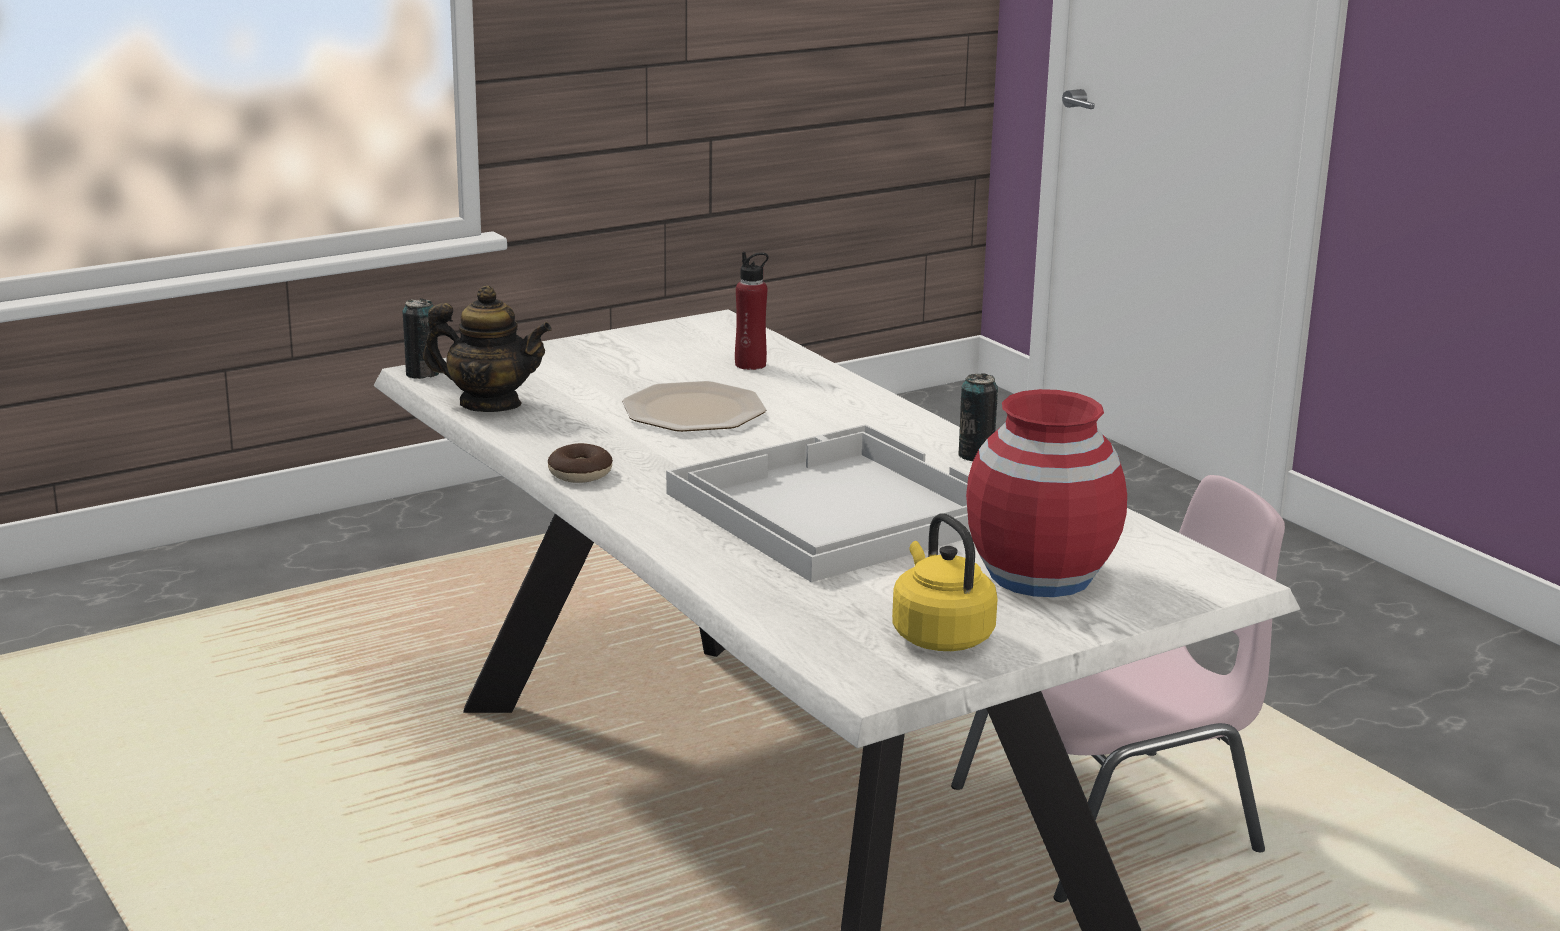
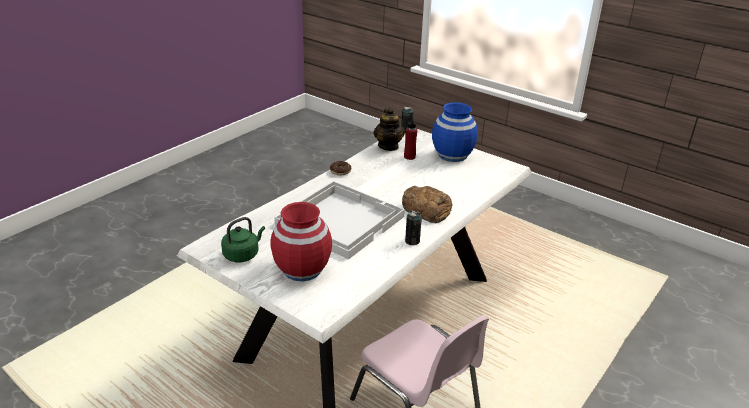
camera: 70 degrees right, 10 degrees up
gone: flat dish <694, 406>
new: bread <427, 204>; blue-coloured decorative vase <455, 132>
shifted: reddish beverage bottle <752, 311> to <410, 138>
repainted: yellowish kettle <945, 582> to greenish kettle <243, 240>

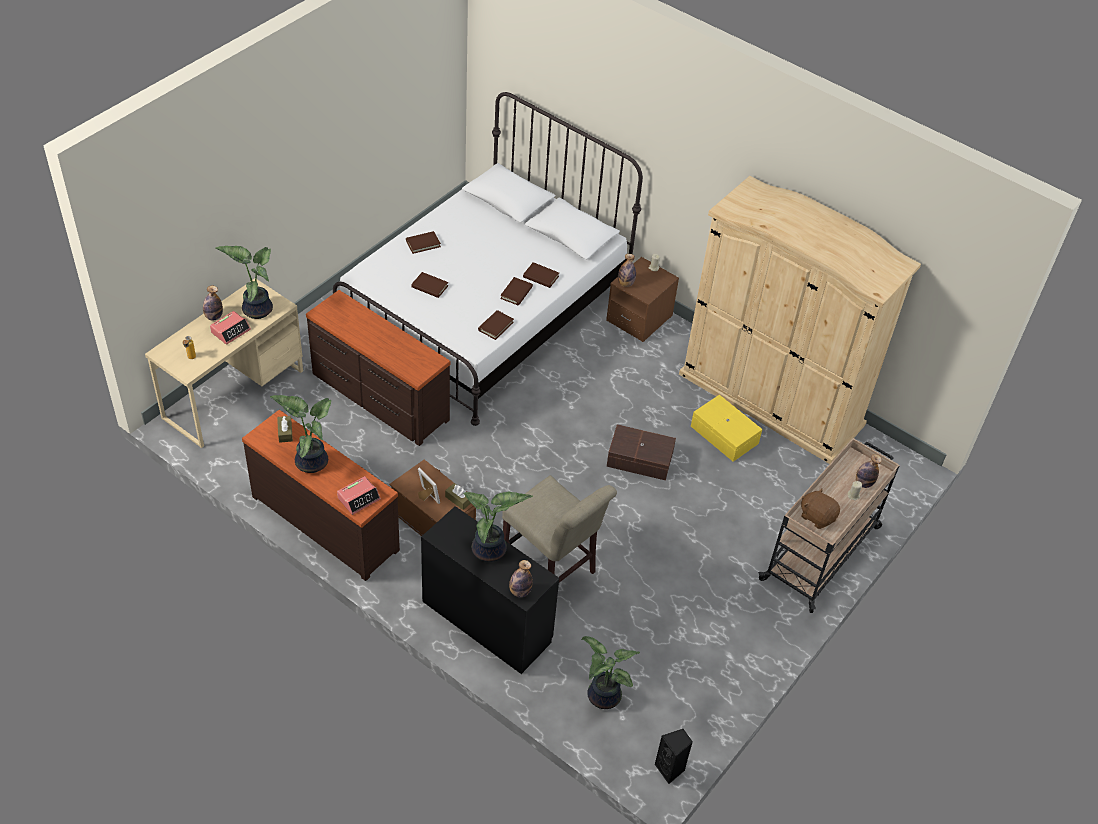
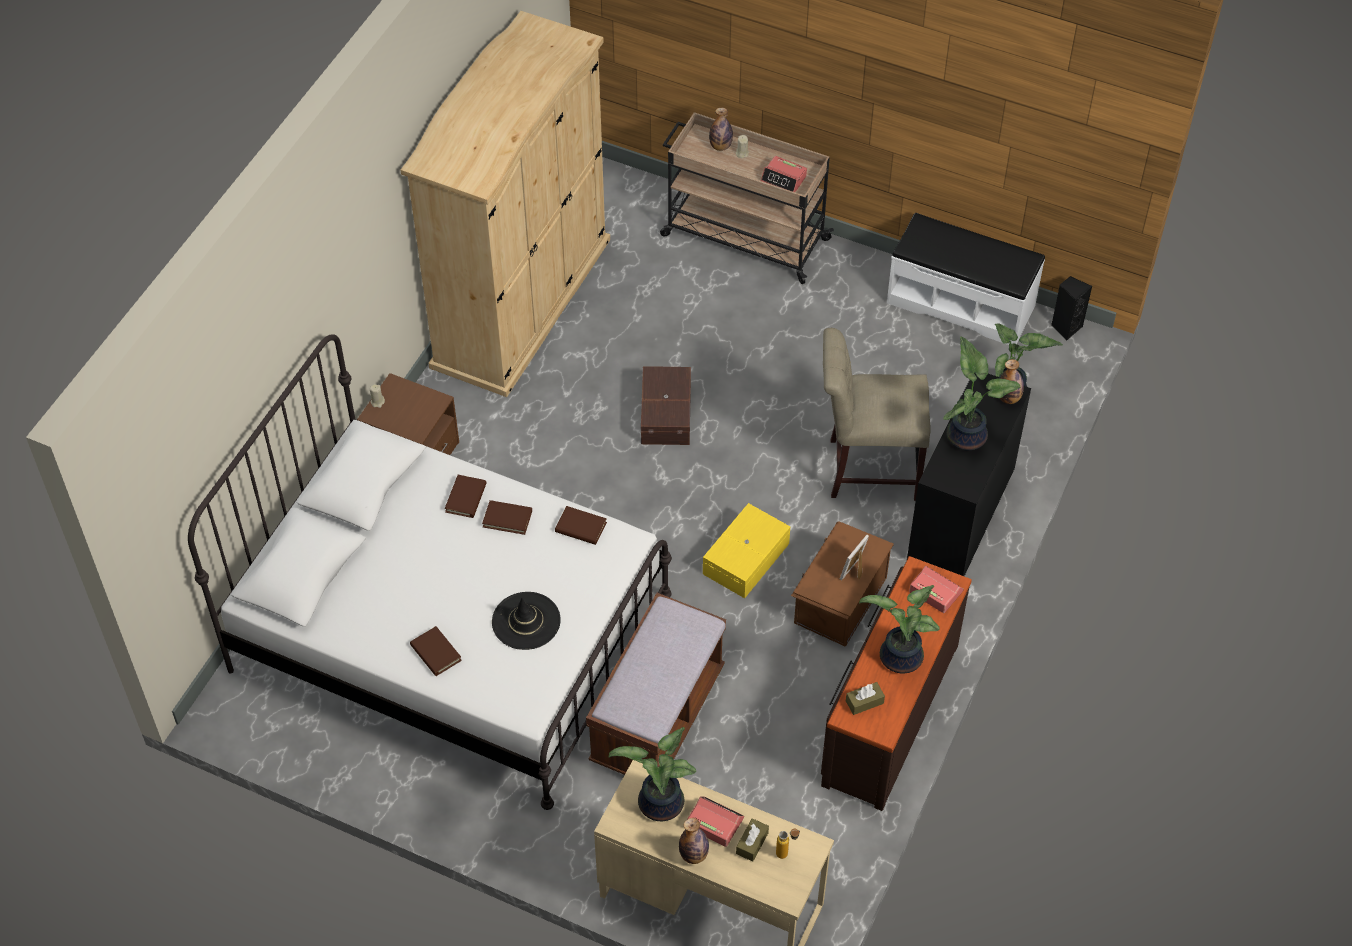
camera: 100 degrees left, 5 degrees up
gone: beverage bottle <627, 270>
new: white-coloured bench <966, 279>
shifted: yellowish storage box <726, 428> to <746, 550>; brown box of tissues <458, 496> to <752, 840>
swapped: brown volume <429, 285> to black-coloured hat <526, 621>; brown dresser <378, 368> to brown bench <656, 684>; brown soft toy <820, 509> to bedside clock <784, 174>
rotated: beige upright chair <559, 529> = <877, 414> 120 degrees counterclockwise

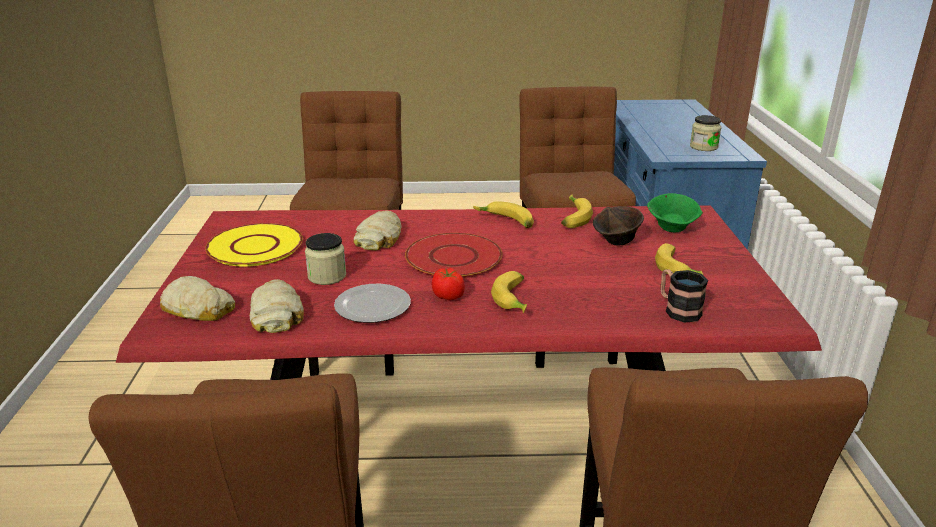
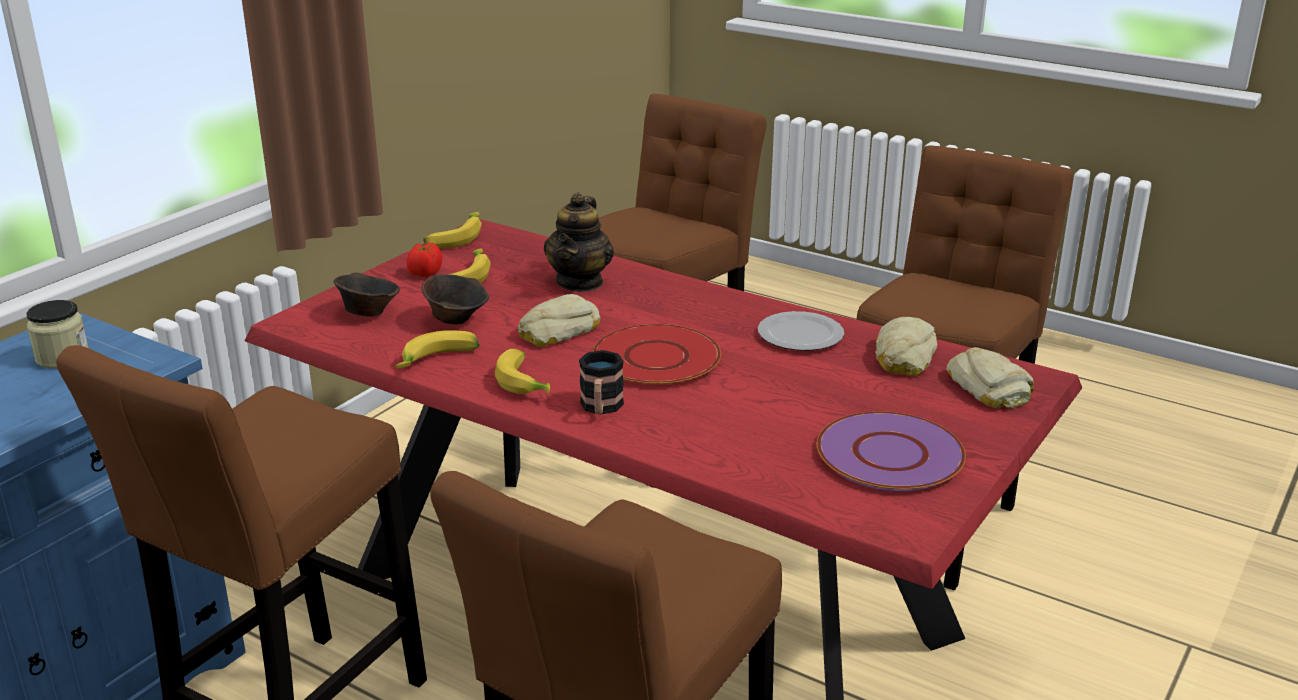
camera: 145 degrees left, 0 degrees up
gone: jar <325, 259>
new: pot for tea <579, 242>
shifted: fresh tomato <448, 284> to <424, 260>; banana <509, 292> to <452, 230>; bread <377, 230> to <559, 320>; tea mug <684, 296> to <601, 382>
repainted: greenish deep dish <675, 212> to brown deep dish <366, 294>; yellowish flat dish <254, 245> to purple flat dish <891, 451>

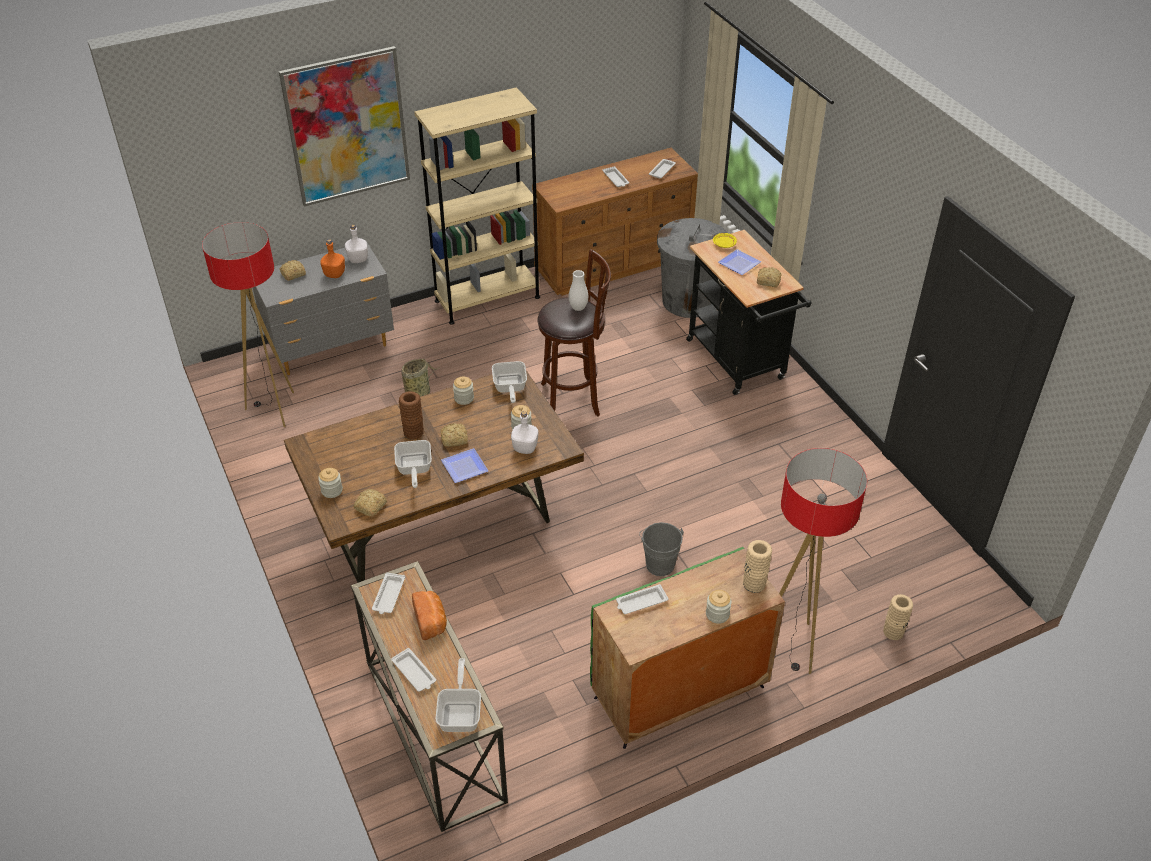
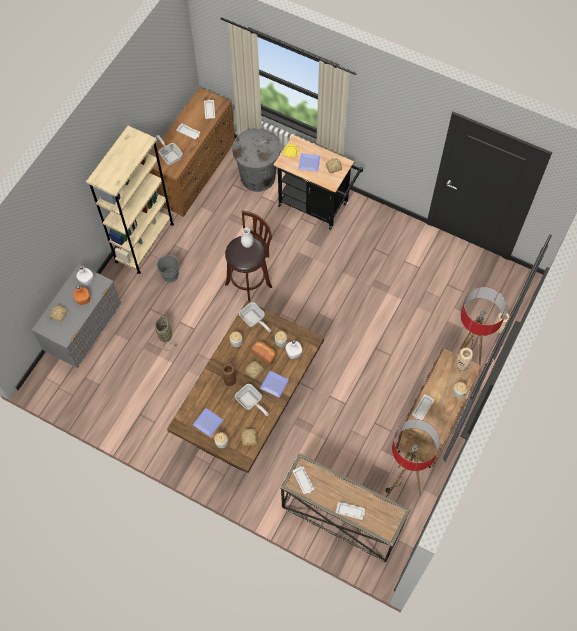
camera: 35 degrees left, 20 degrees up
gone: picture <344, 126>
new: flat dish <208, 422>
shifted: grey pail <661, 549> to <166, 268>; frying pan <458, 695> to <169, 150>; bread <429, 615> to <264, 353>; standard lamp <248, 324> to <412, 458>
repainted: greenish storage cabinet <687, 647> to brown storage cabinet <438, 408>

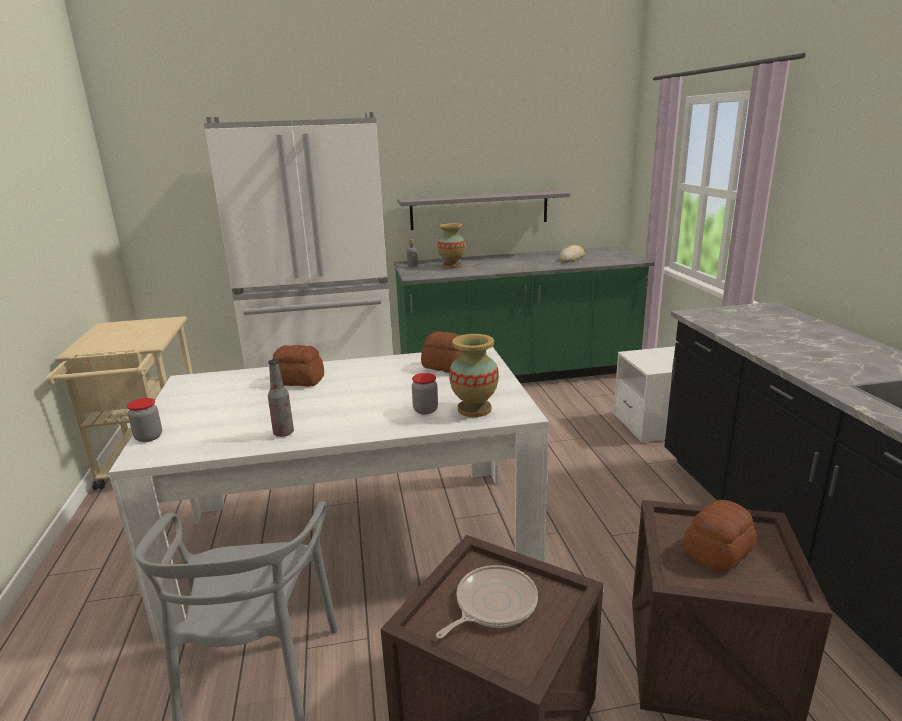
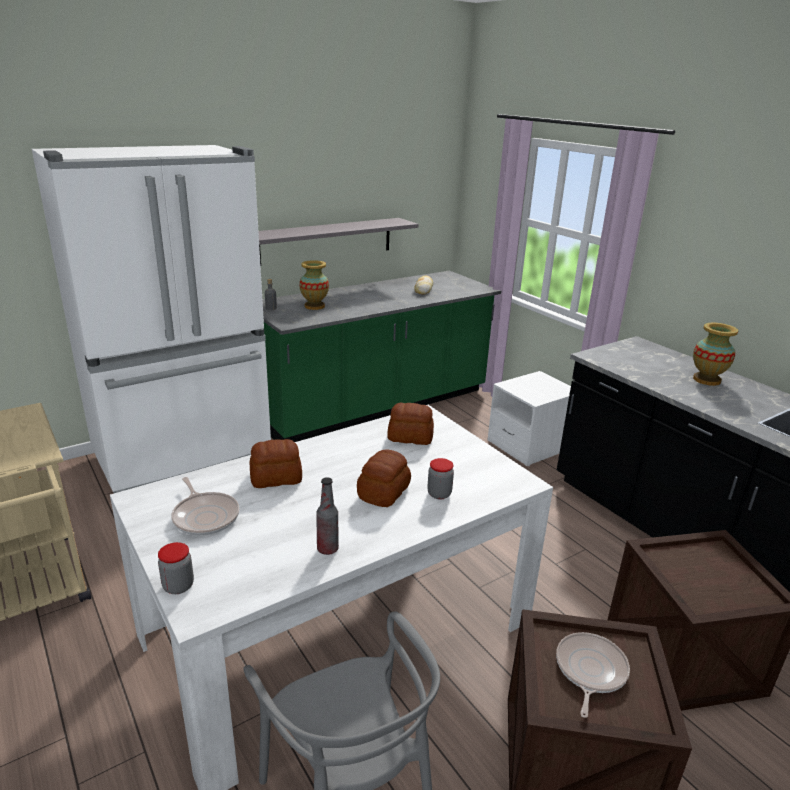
camera: 25 degrees left, 5 degrees up
new: frying pan <205, 506>
shifted: bread <720, 536> to <384, 478>; decorative vase <474, 375> to <715, 354>

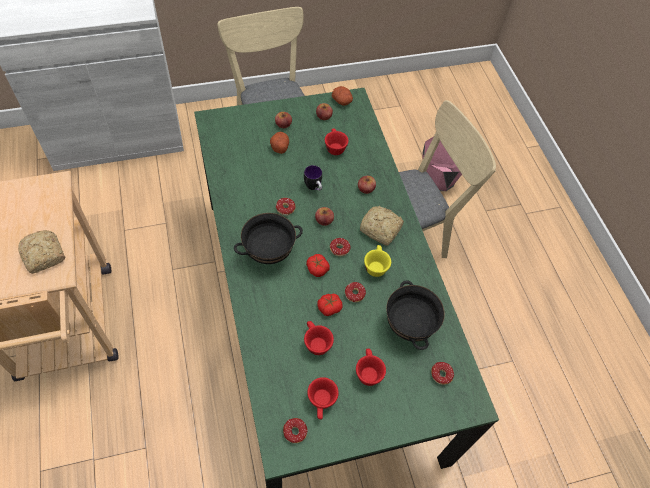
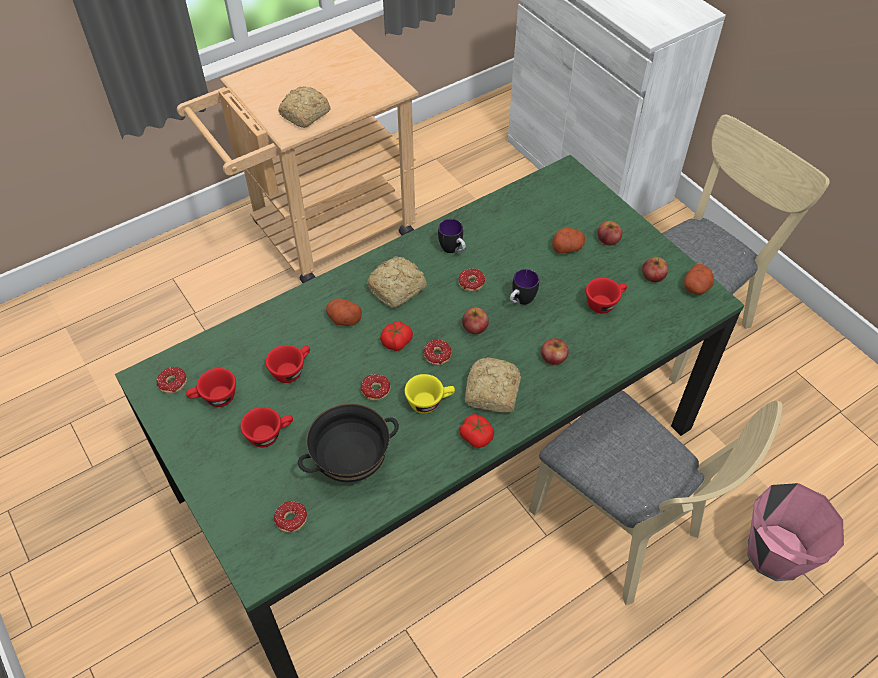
camera: 75 degrees right, 5 degrees down
new: spud <344, 312>; tea mug <452, 236>
shifted: fresh tomato <330, 305> to <476, 431>
swapped: black-coloured deep dish <268, 238> to bread <397, 282>

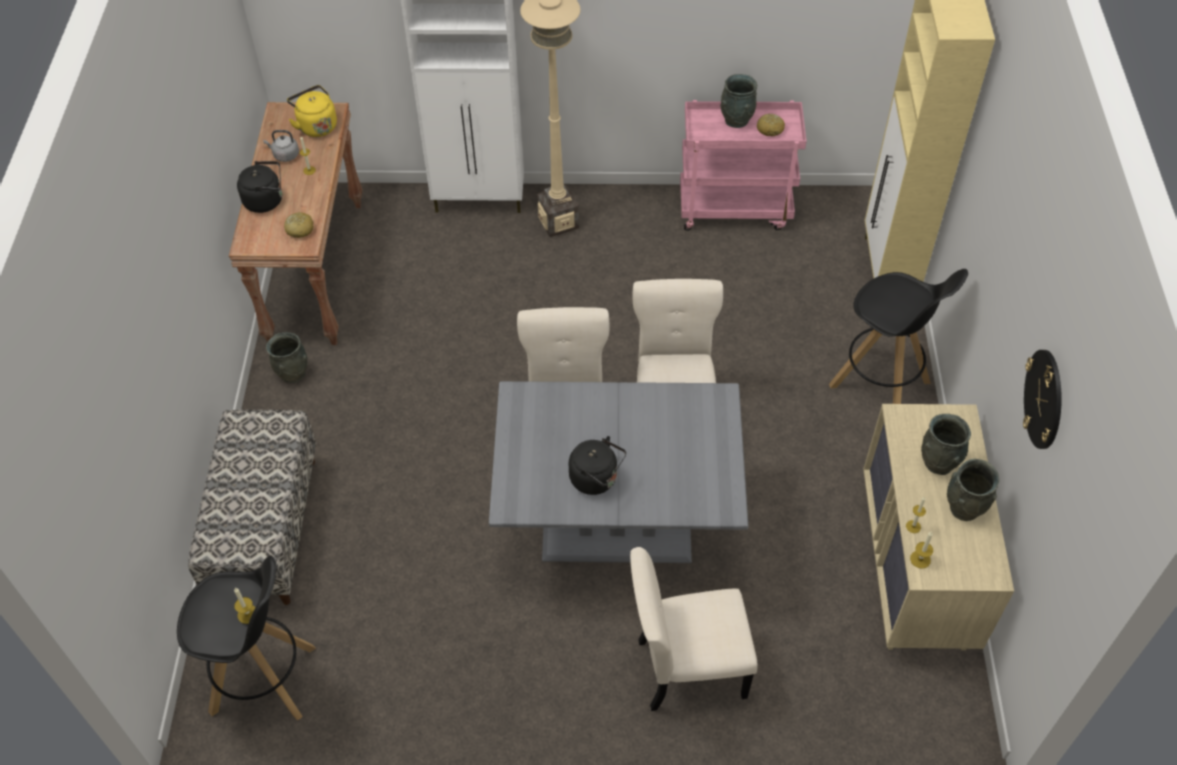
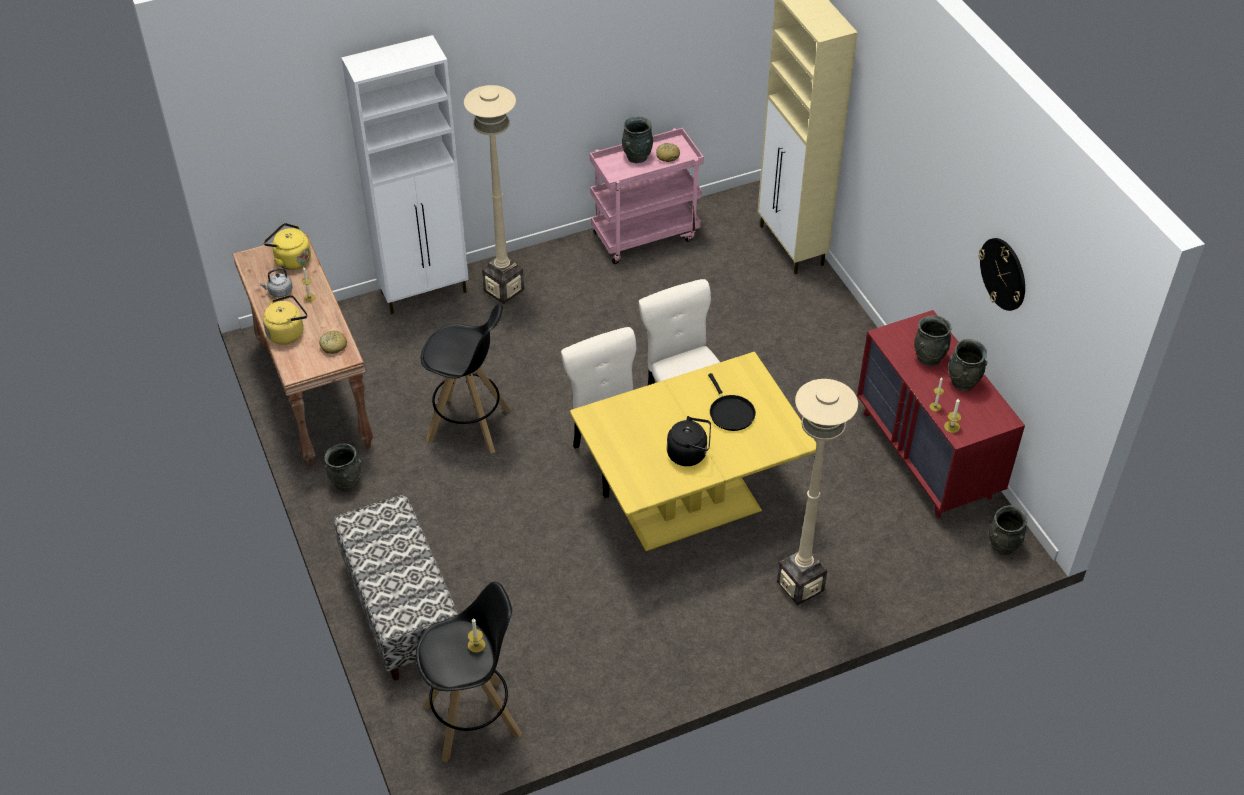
camera: 25 degrees left, 5 degrees down
new: black-coloured frying pan <732, 402>; grey decorative vase <1007, 530>
shifted: black-coloured stool seat <898, 336> to <466, 378>
swapped: beige upright chair <694, 629> to beige standard lamp <817, 492>
repainted: black-coloured kettle <259, 187> to yellowish kettle <285, 320>; grey dinner table <618, 472> to yellowish dinner table <693, 451>; beige dresser <938, 527> to reddish dresser <941, 414>

